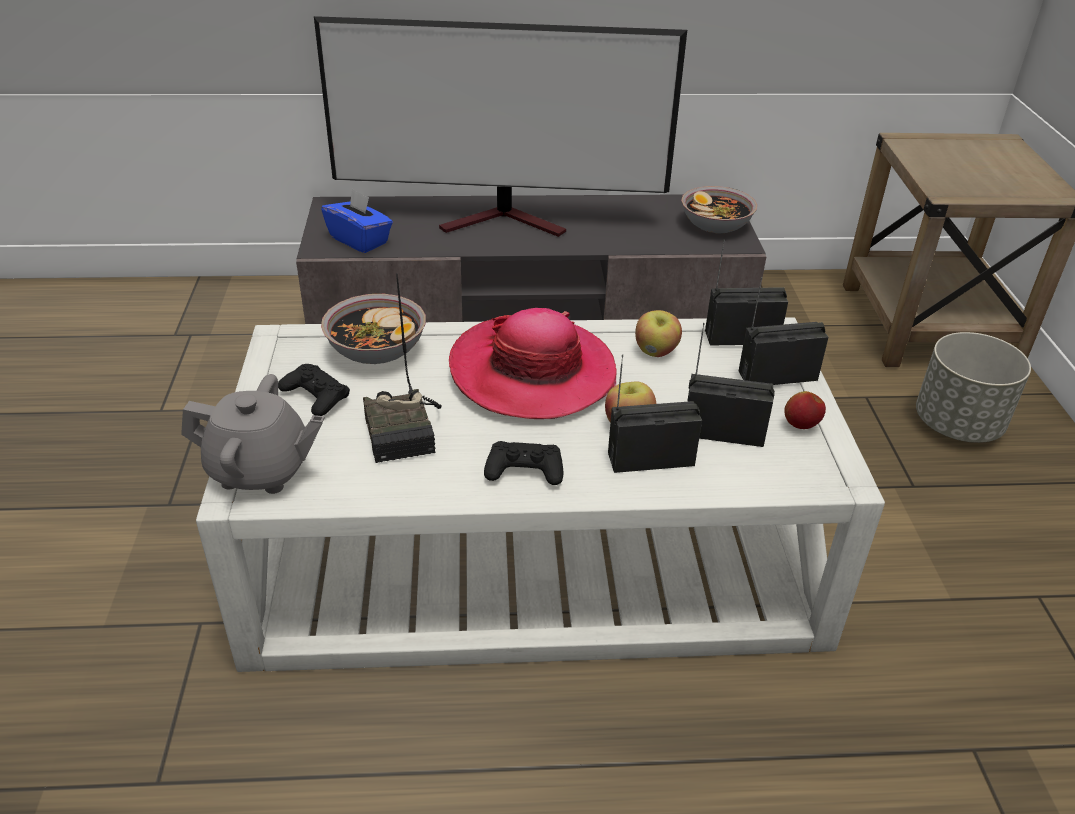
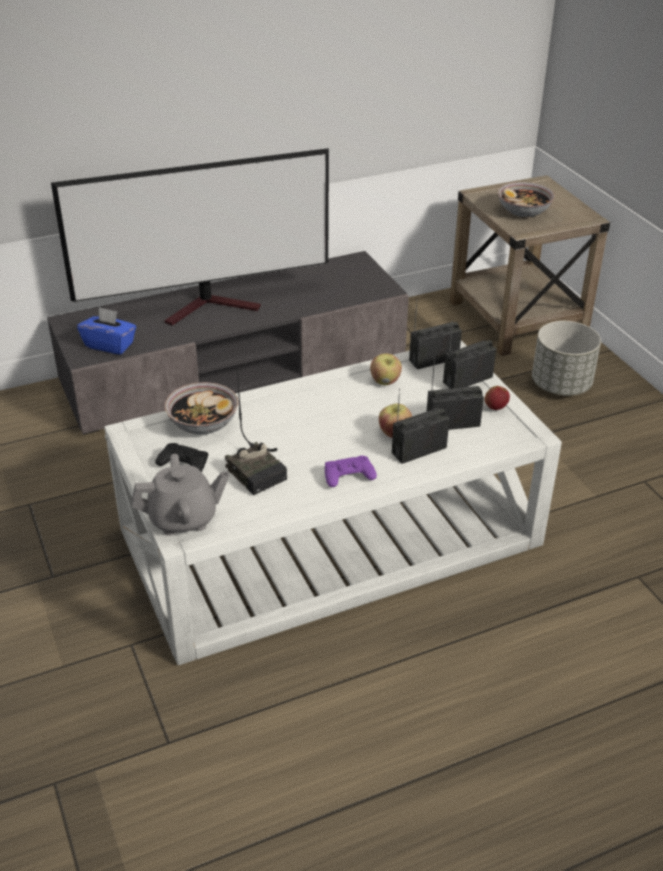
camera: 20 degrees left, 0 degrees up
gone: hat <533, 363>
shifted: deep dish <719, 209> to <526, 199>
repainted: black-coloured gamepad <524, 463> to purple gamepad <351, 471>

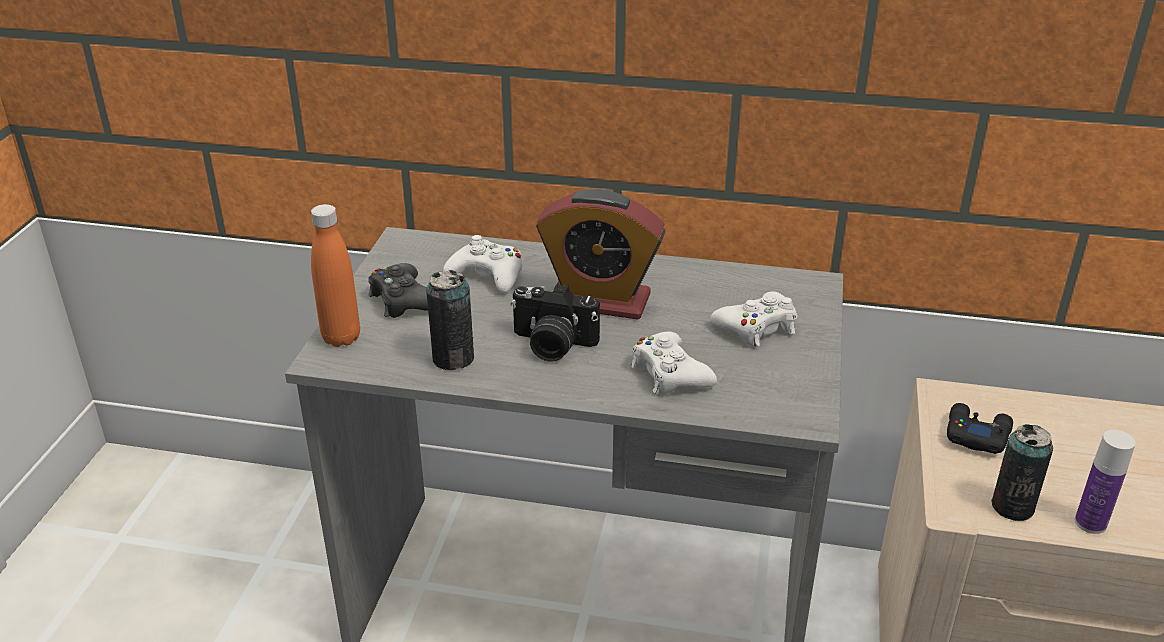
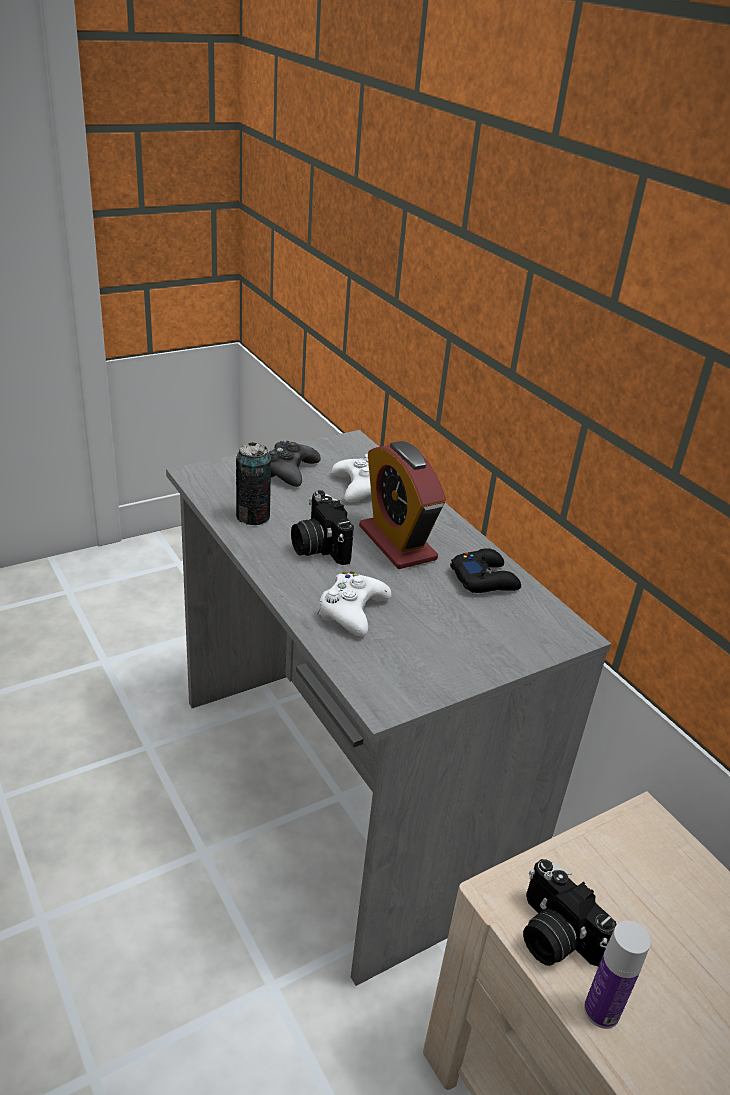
camera: 45 degrees right, 0 degrees up
gone: orangey beverage bottle <335, 275>; white-coloured gamepad <754, 319>
shifted: black-coloured gamepad <980, 428> to <485, 570>
swapped: can <1022, 472> to photo camera <570, 913>

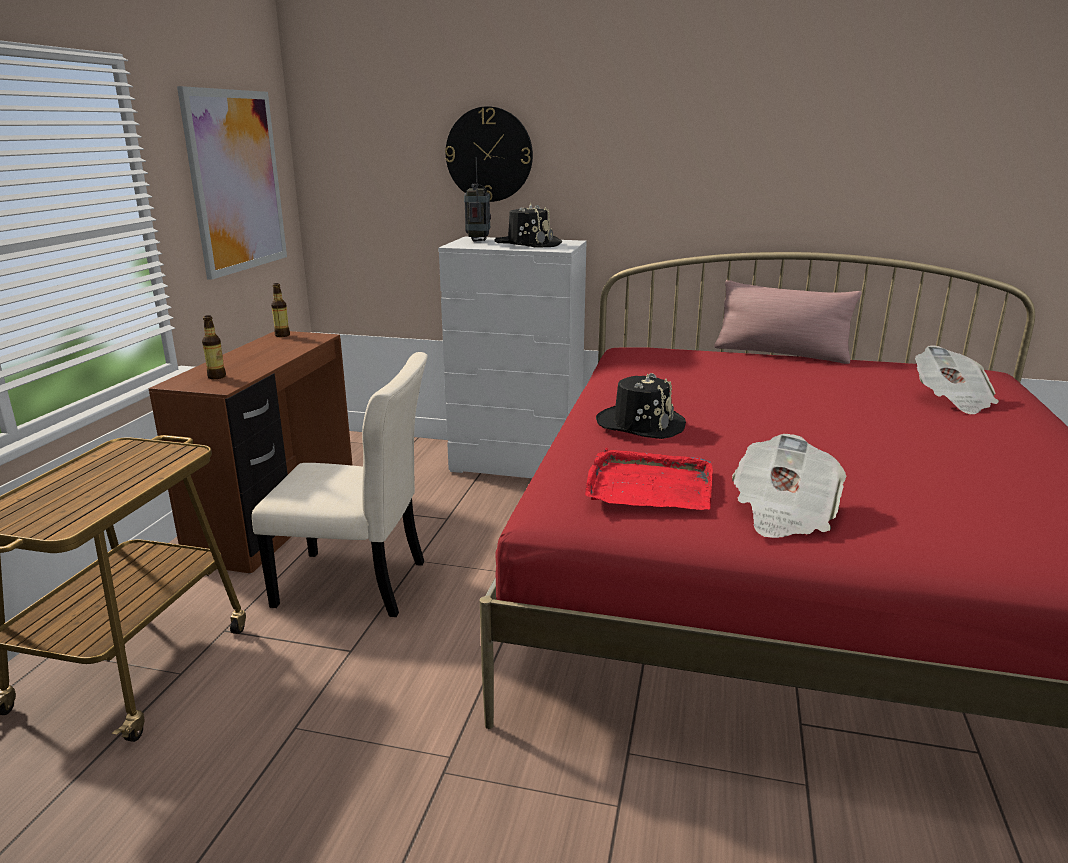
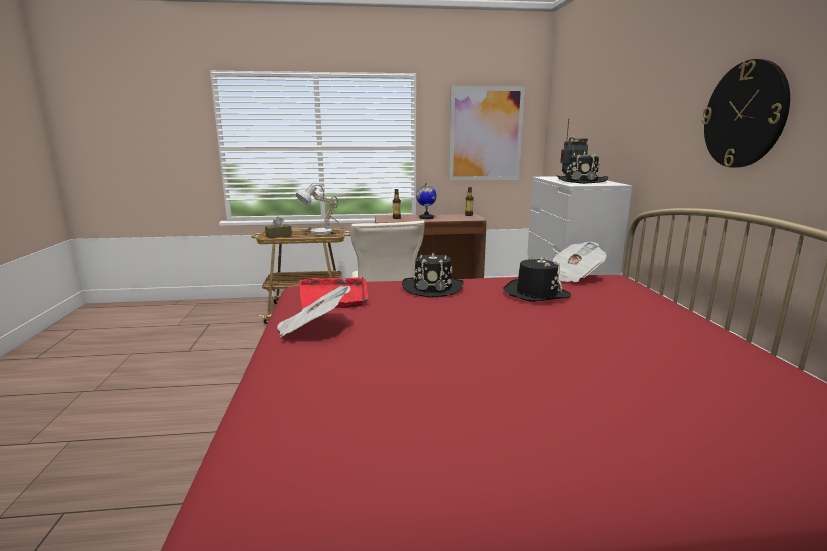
camera: 70 degrees right, 5 degrees down
gone: pink-coloured cushion <788, 322>
new: brown box of tissues <278, 227>; tabletop lamp <319, 209>; desk globe <426, 201>; black-coloured hat <537, 279>
shifted: daily paper <957, 380> to <580, 262>; hanging clock <489, 154> to <746, 113>

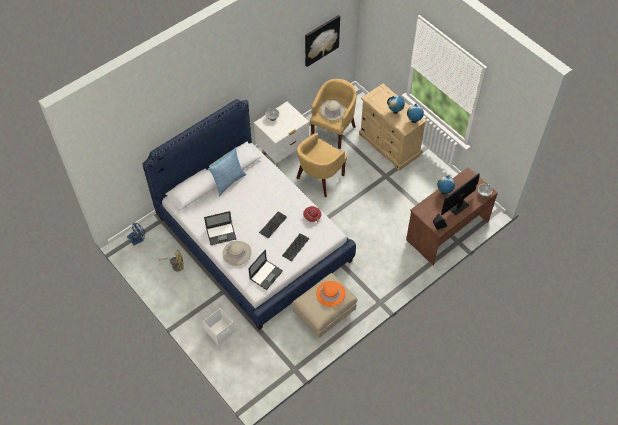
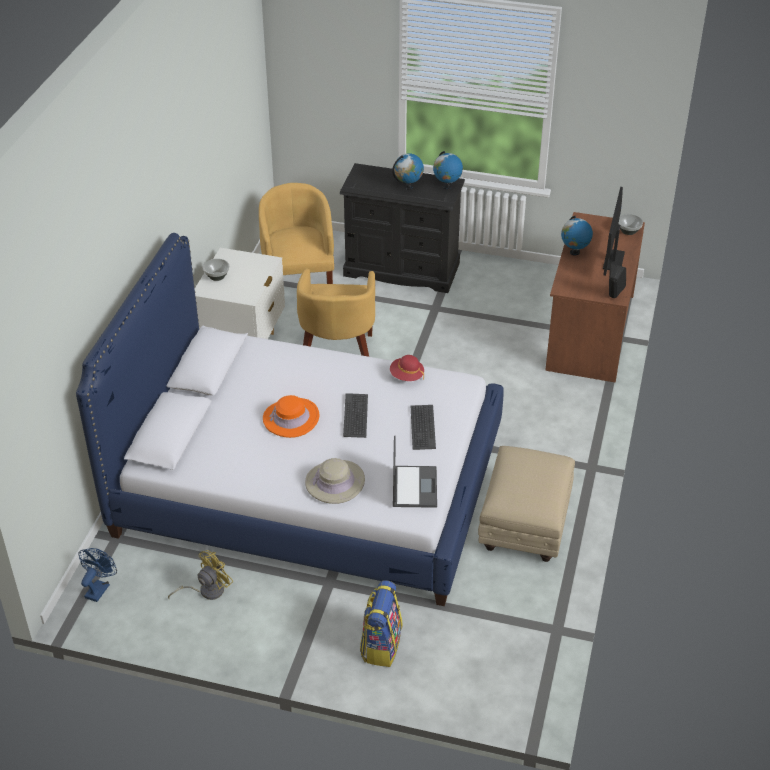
camera: 35 degrees left, 15 degrees down
gone: notebook computer <220, 228>; cushion <227, 171>; picture <322, 41>; beige hat <333, 110>
shifted: orangey hat <331, 294> to <291, 416>
swapped: white-coloured storage box <219, 326> to knapsack <381, 623>
repainted: beige dresser <393, 127> to black-coloured dresser <402, 228>

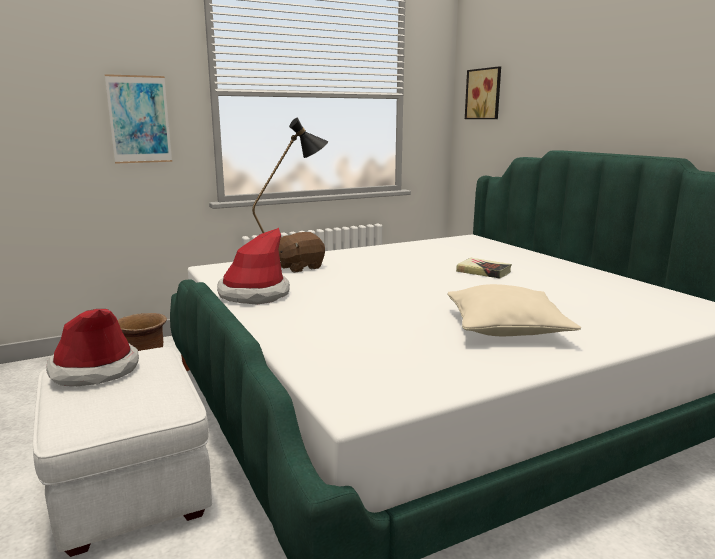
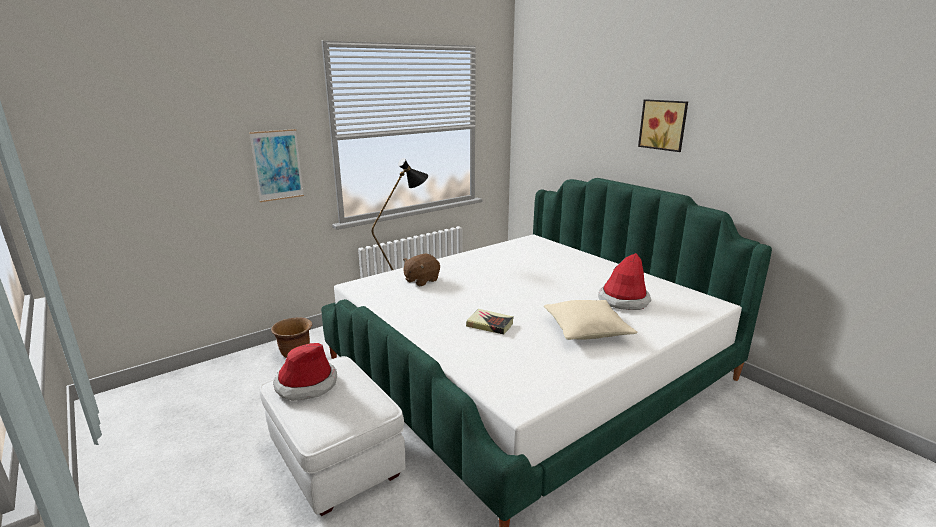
camera: 10 degrees left, 5 degrees up
shifted: volume <484, 268> to <490, 321>; hat <253, 266> to <624, 281>; picture <483, 93> to <663, 125>

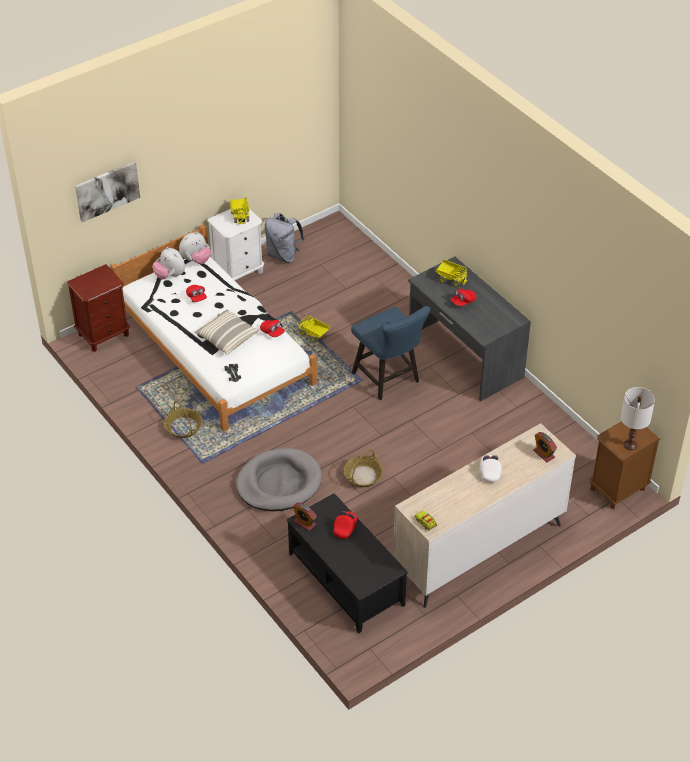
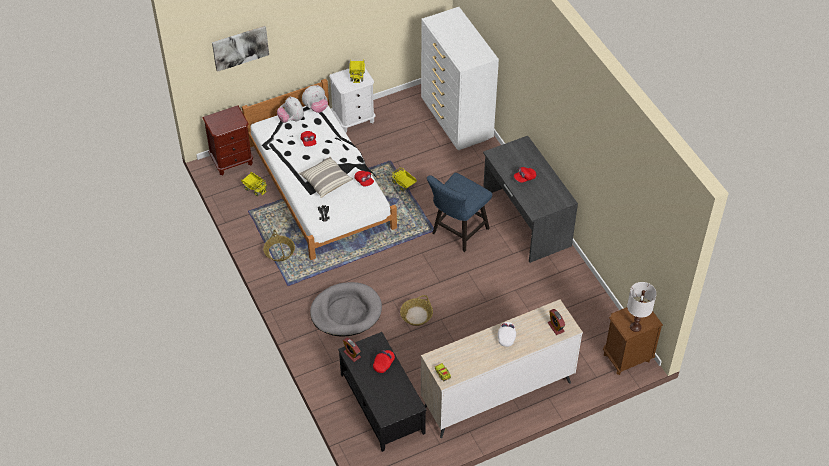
camera: 10 degrees right, 5 degrees up
gone: grey knapsack <285, 238>
new: white-coloured dresser <460, 78>
shifted: toy lorry <451, 273> to <254, 184>
rotated: blue-coloured upright chair <390, 353> = <459, 212> 60 degrees clockwise

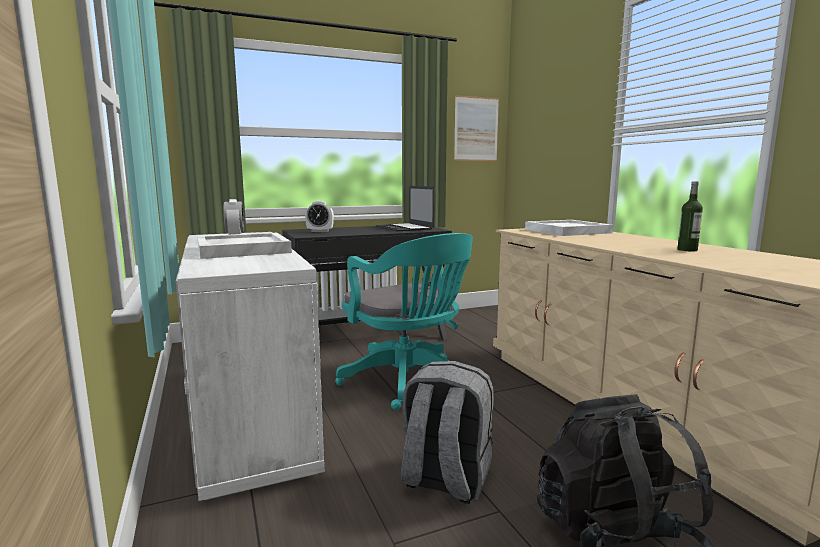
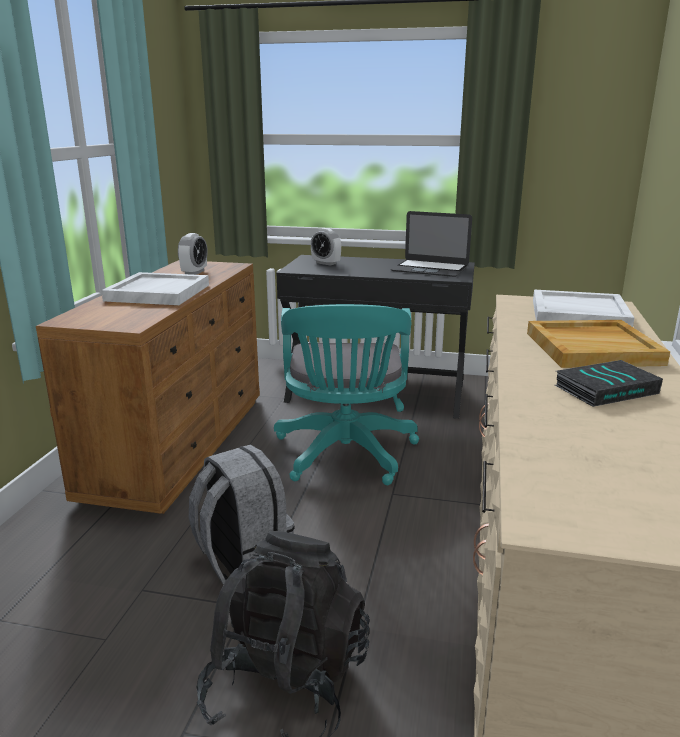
camera: 35 degrees right, 10 degrees up
gone: picture <476, 128>
new: beige carrying tray <598, 344>
swapped: beverage bottle <690, 216> to volume <609, 383>
repainted: white-coloured dresser <250, 366> to brown dresser <148, 387>
rotated: notebook computer <405, 208> = <431, 244> 75 degrees counterclockwise

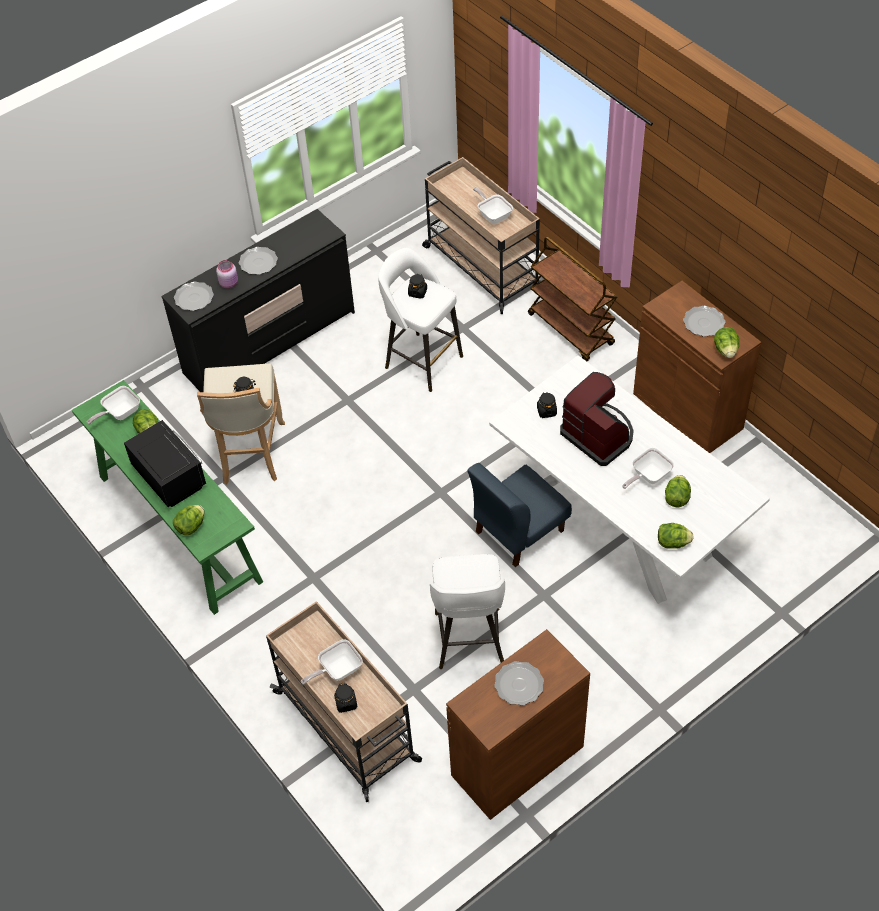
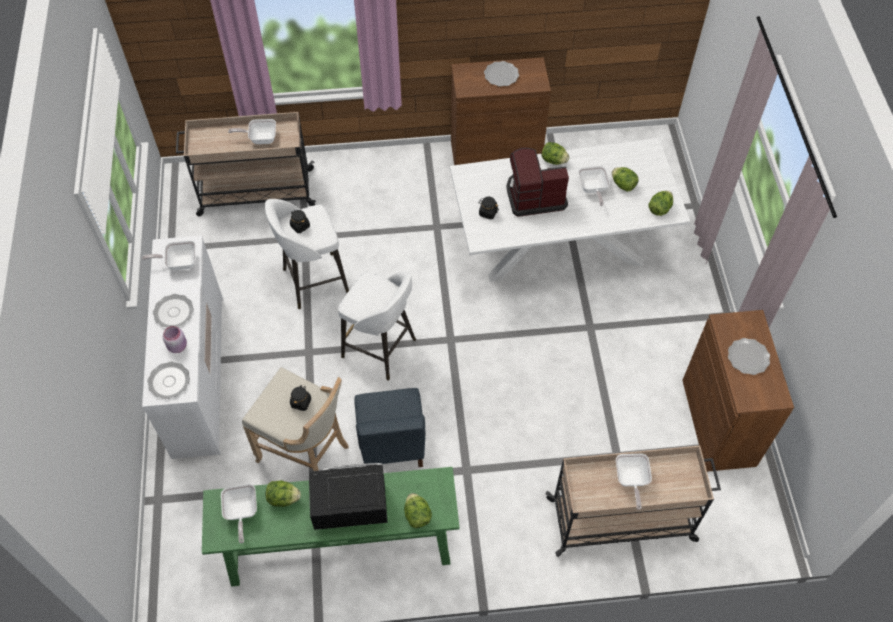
camera: 60 degrees left, 5 degrees up
gone: black-coloured jar <345, 698>; brown cart <572, 299>
new: frying pan <169, 255>
shifted: white-coloured stool seat <467, 611> to <377, 326>; blue-coloured upright chair <519, 515> to <389, 427>; head of lettuce <726, 342> to <555, 153>
repainted: black-coloured dresser <258, 300> to white-coloured dresser <182, 347>

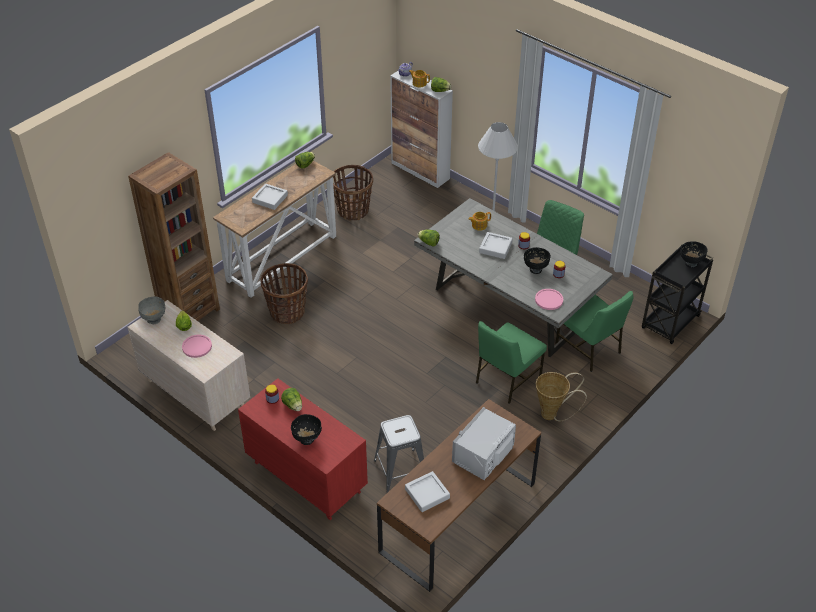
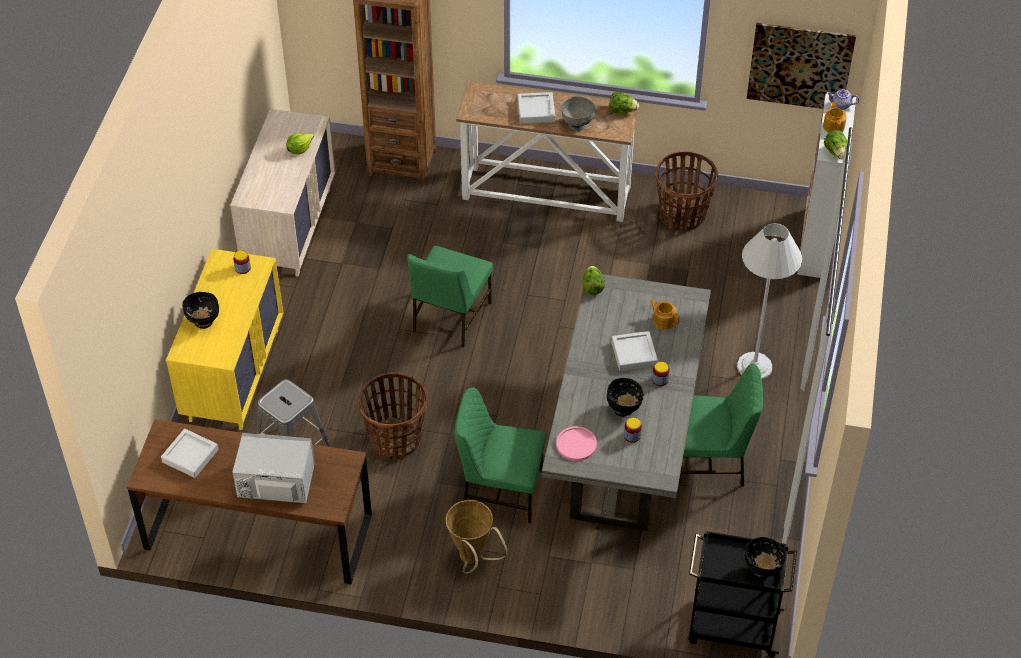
camera: 60 degrees right, 5 degrees up
gone: pink-coloured flat dish <197, 346>; head of lettuce <291, 399>
new: picture <801, 66>
shifted: storage basket <284, 293> to <393, 415>; greenish upright chair <594, 331> to <450, 297>; grey deep dish <151, 310> to <578, 113>
repainted: reddish dresser <303, 449> to yellowish dresser <224, 339>

